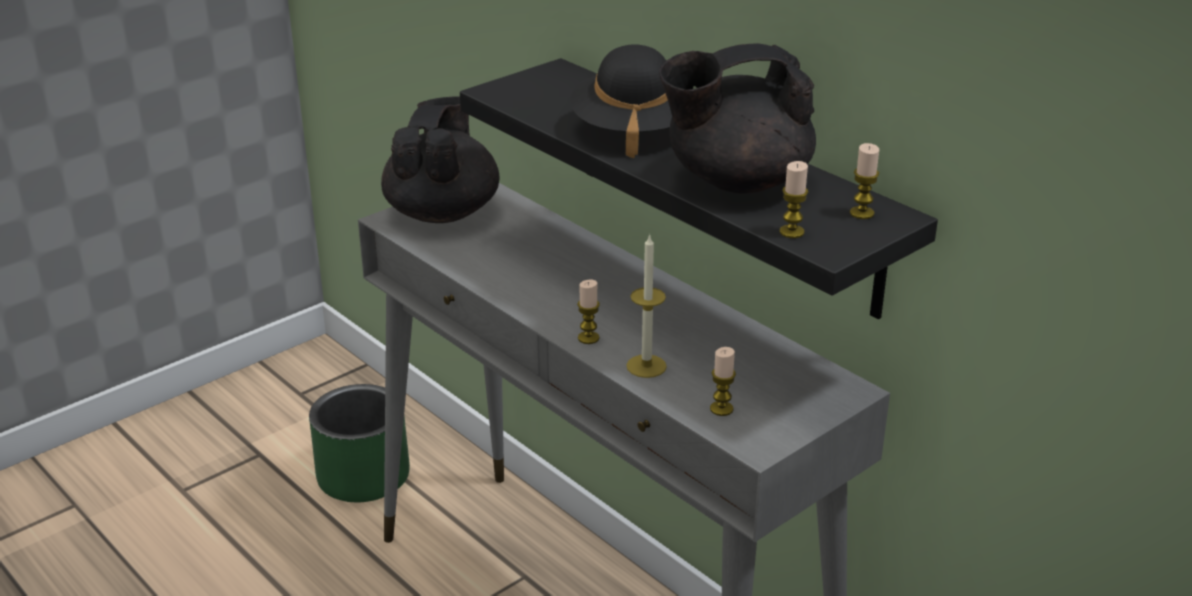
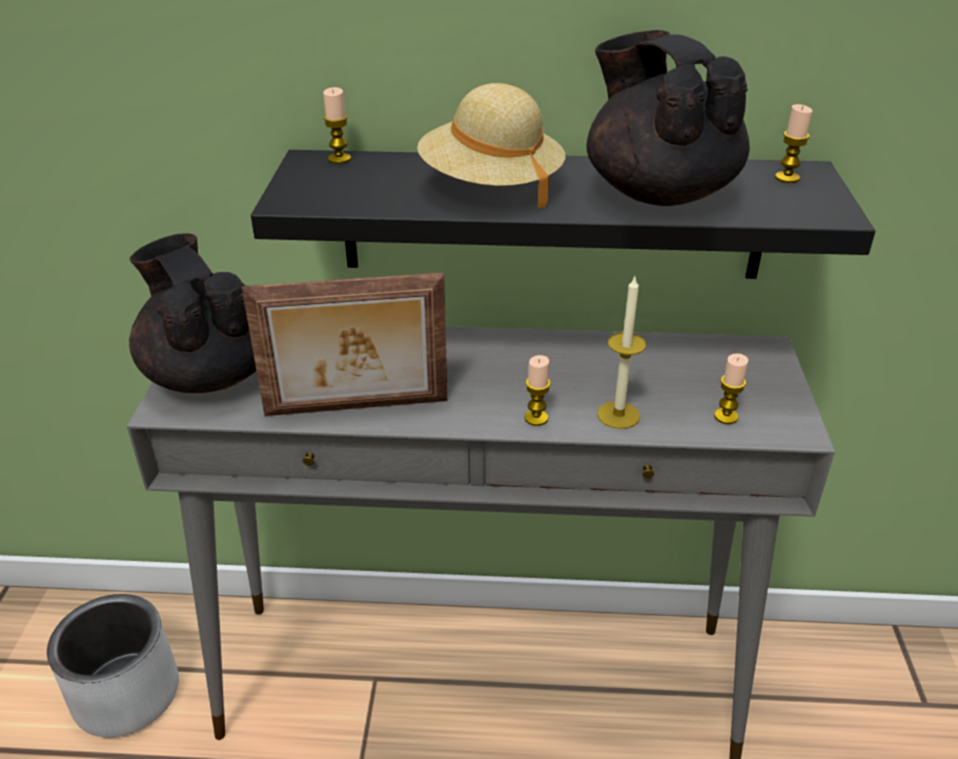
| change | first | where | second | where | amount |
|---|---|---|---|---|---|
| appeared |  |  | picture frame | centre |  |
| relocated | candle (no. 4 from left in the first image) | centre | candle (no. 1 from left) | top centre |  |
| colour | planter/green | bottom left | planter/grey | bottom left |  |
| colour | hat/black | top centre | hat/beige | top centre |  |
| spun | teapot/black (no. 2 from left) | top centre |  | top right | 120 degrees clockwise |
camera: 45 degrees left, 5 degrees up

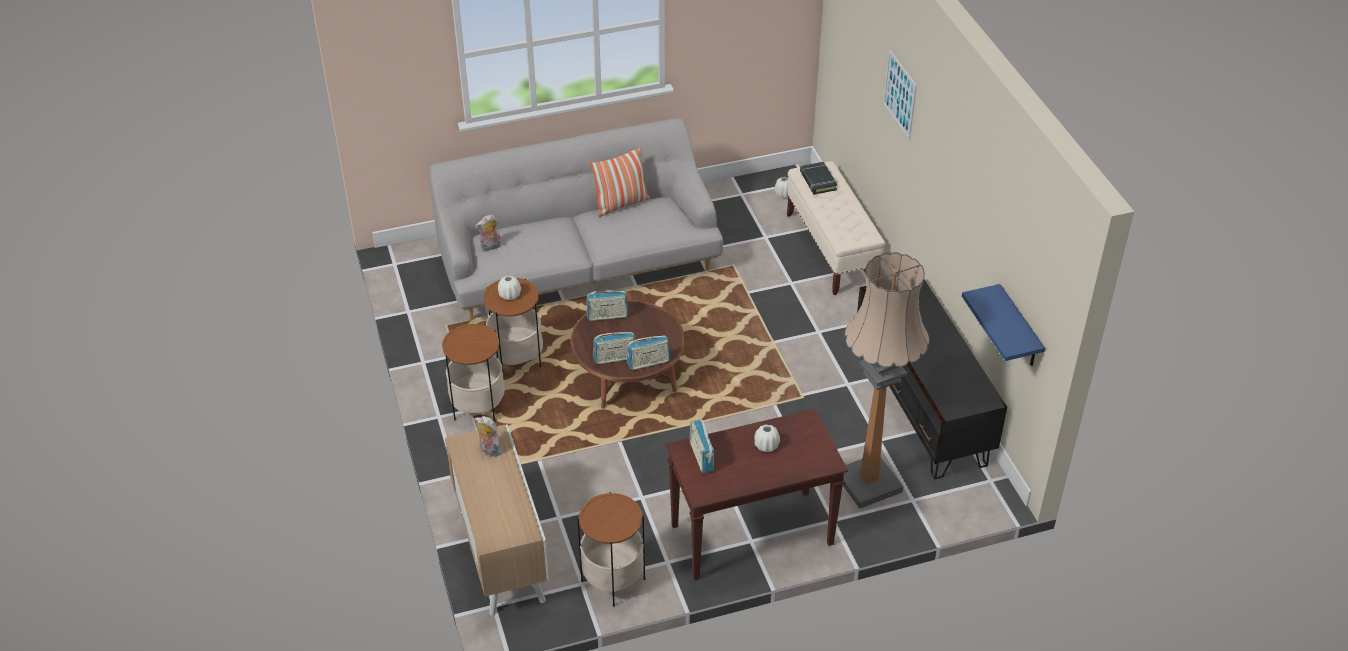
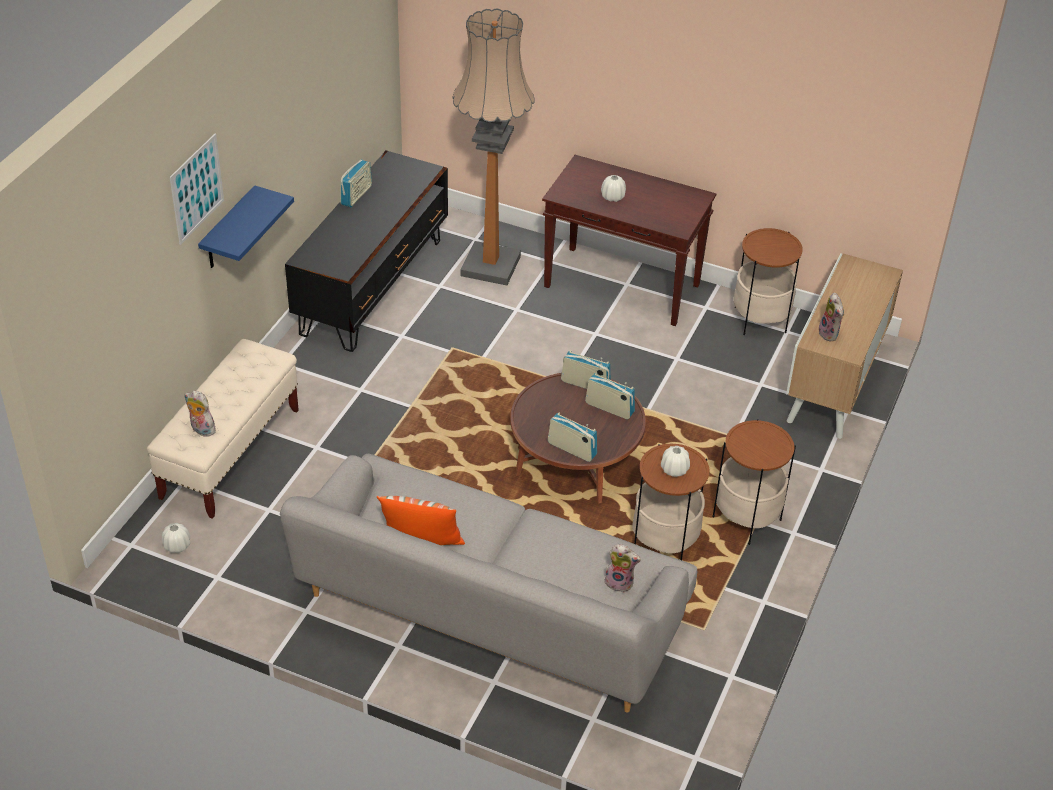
| change | first | where | second | where | amount |
|---|---|---|---|---|---|
| relocated | radio (no. 4 from left in the first image) | bottom centre | radio (no. 1 from left) | top centre |  |
| relocated | shelf/blue | middle right |  | top left |  |
| exchanged | book/black | top centre | plush toy (no. 1 from left) | middle left |  |
camera: 140 degrees left, 0 degrees up

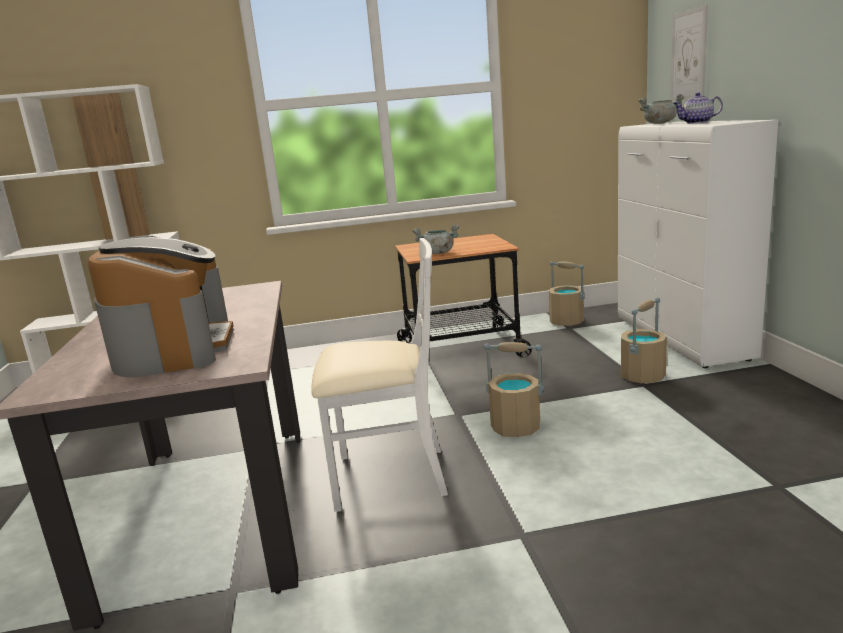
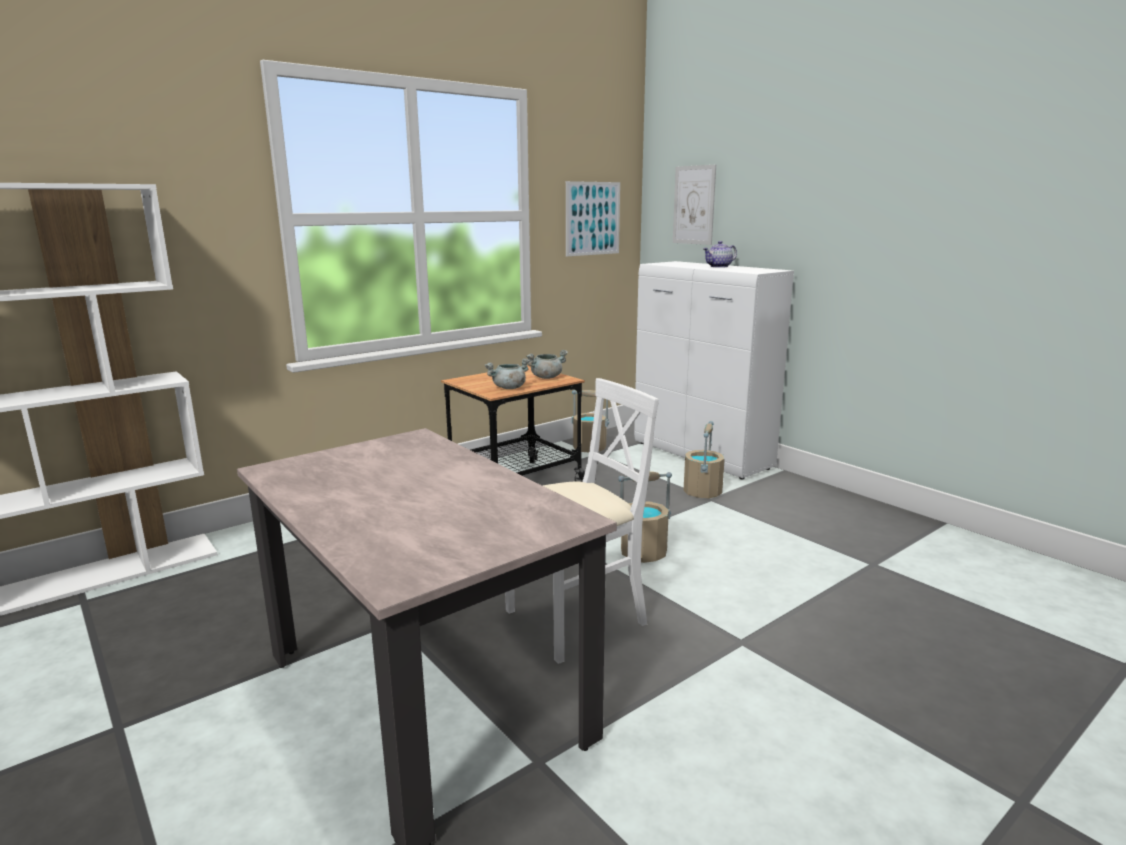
| change | first | where | second | where | amount |
|---|---|---|---|---|---|
| missing | coffee machine | middle left |  |  |  |
| appeared |  |  | picture (no. 1 from left) | top centre |  |
| relocated | cooking pot/grey (no. 2 from left) | top right |  | centre |  |
camera: 30 degrees left, 0 degrees up

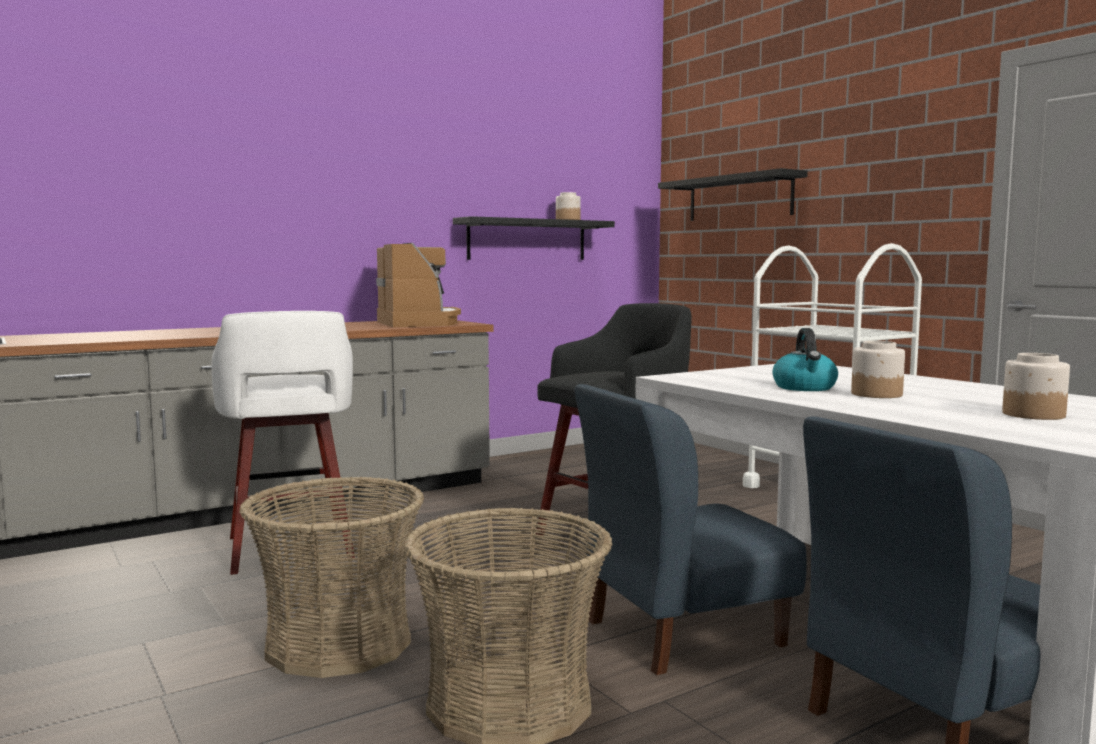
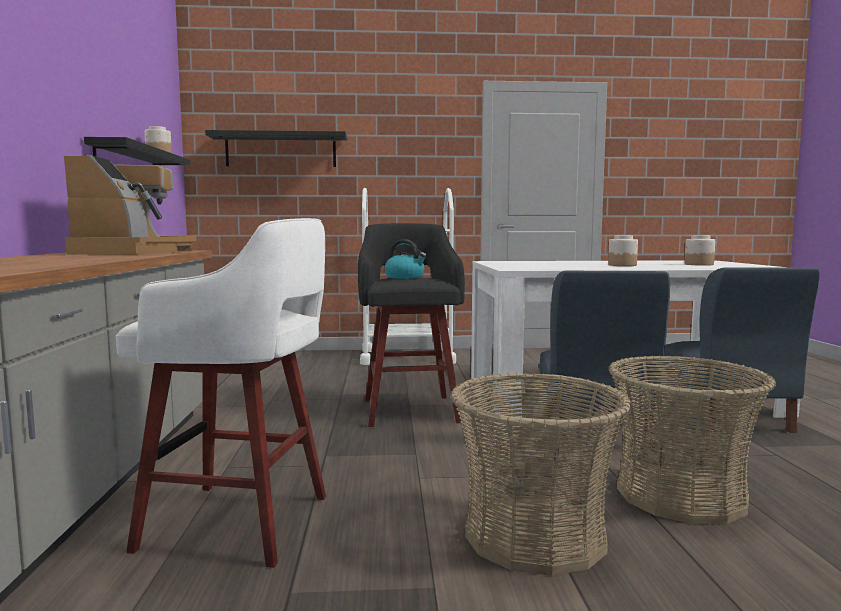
| change | first | where | second | where | amount |
|---|---|---|---|---|---|
| relocated | kettle | middle right |  | centre |  |
| spun | coffee machine | centre |  | middle left | 75 degrees clockwise |
camera: 60 degrees left, 0 degrees up

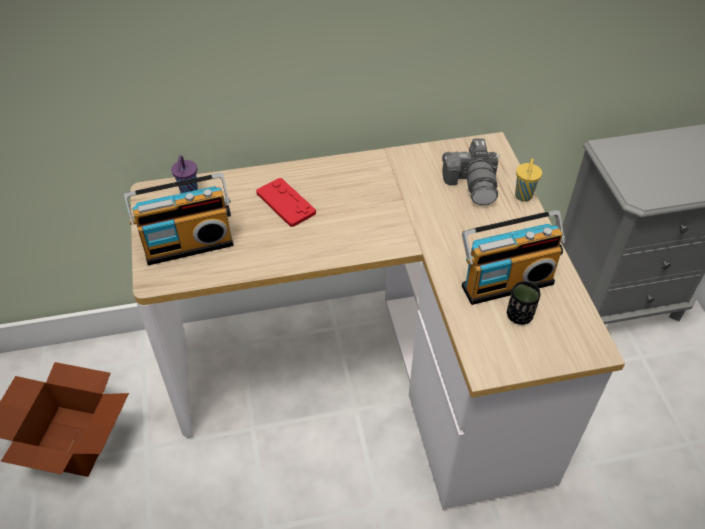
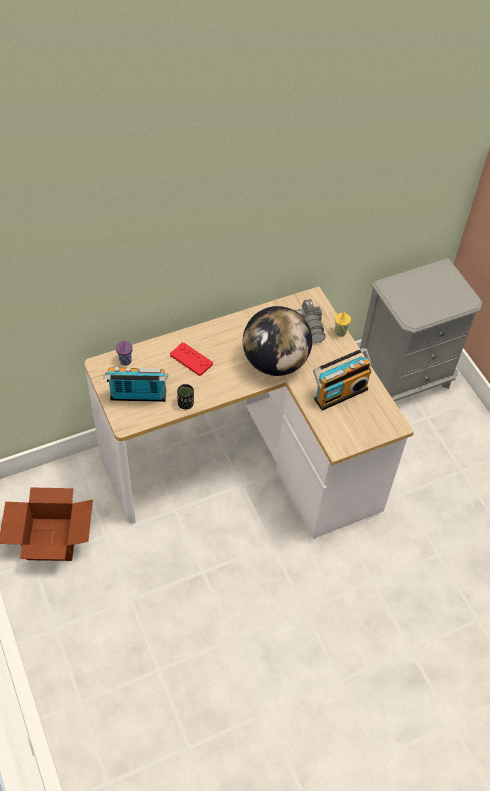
| change | first | where | second | where | amount |
|---|---|---|---|---|---|
| appeared |  |  | globe | centre |  |
| relocated | cup/black | middle right |  | centre |  |
| spun | radio (no. 1 from left) | middle left |  | middle left | 150 degrees counterclockwise |
camera: 15 degrees left, 5 degrees up

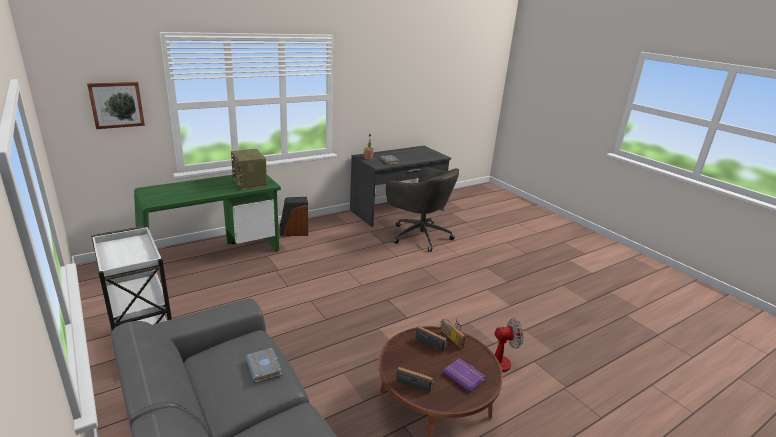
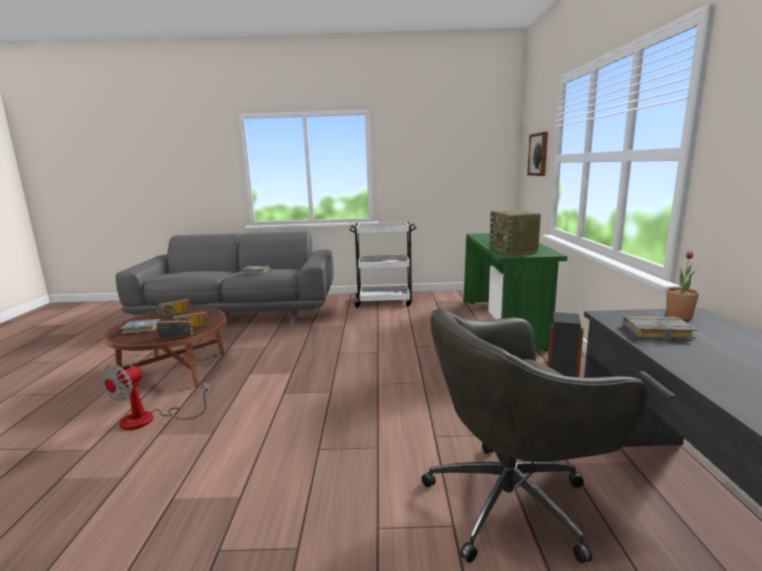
| change | first | where | second | where | amount |
|---|---|---|---|---|---|
| colour | book/purple | bottom centre | book/grey (no. 1 from left) | middle left |  |
| spun | radio (no. 1 from left in the first image) | middle left | radio (no. 4 from left) | middle right | 105 degrees counterclockwise |
camera: 125 degrees right, 10 degrees down

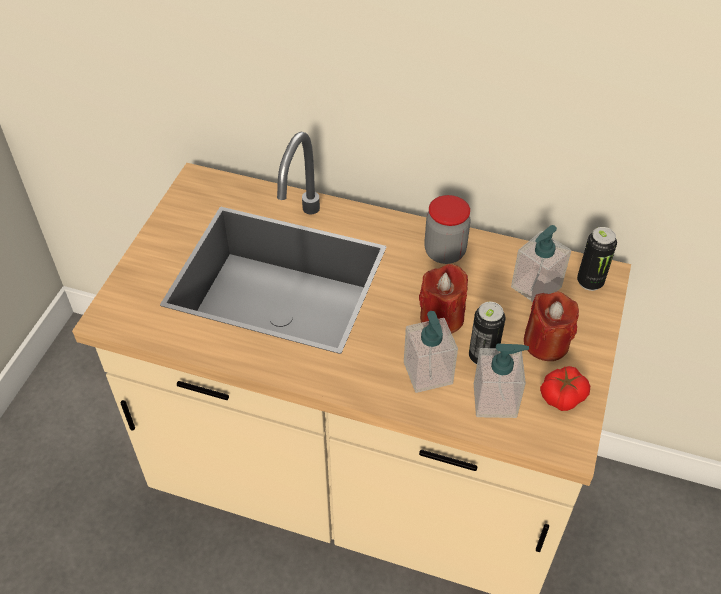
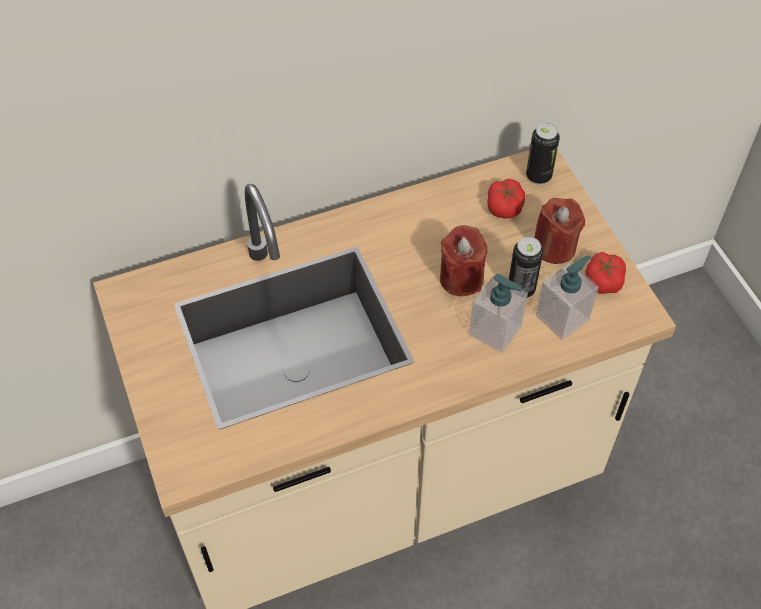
| change | first | where | second | where | amount |
|---|---|---|---|---|---|
| missing | jar | centre |  |  |  |
| exchanged | soap dispenser (no. 3 from left) | middle right | tomato (no. 1 from left) | top centre |  |
camera: 40 degrees left, 5 degrees up

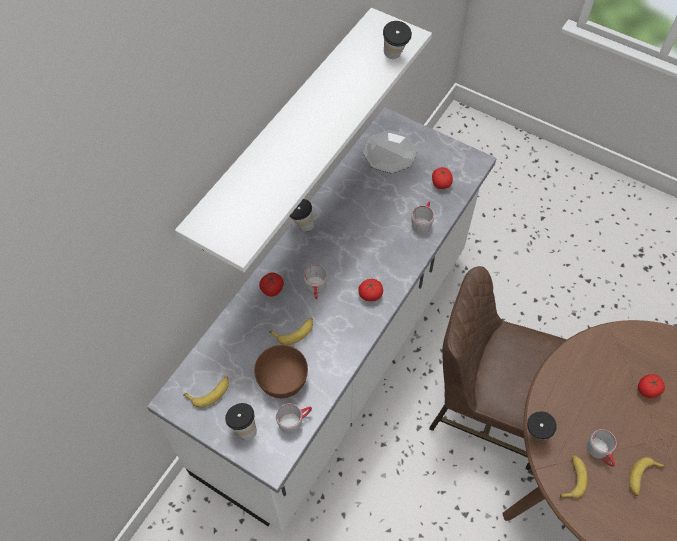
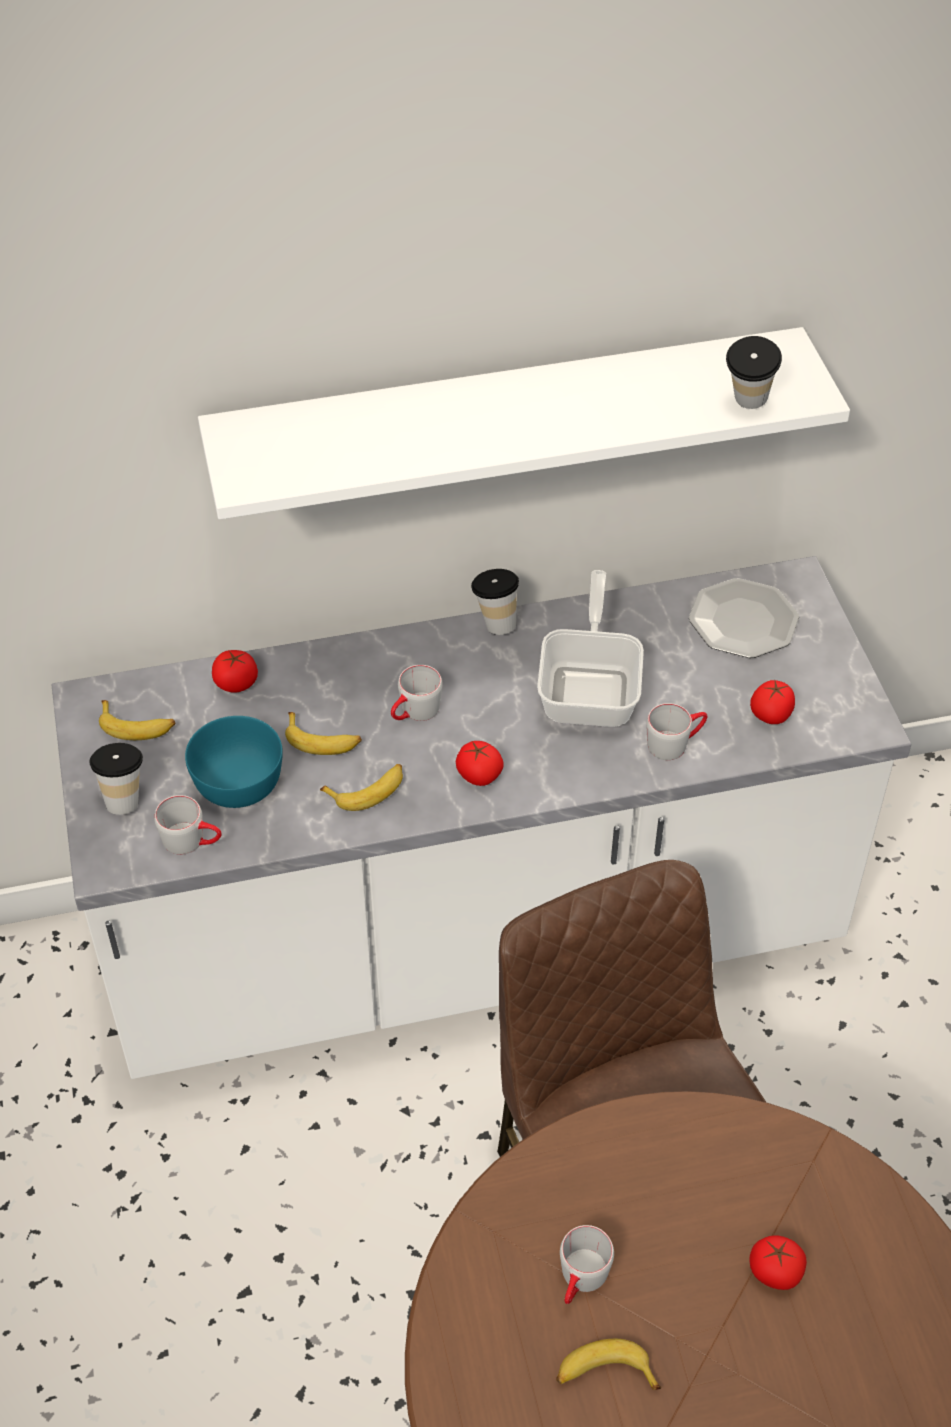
| change | first | where | second | where | amount |
|---|---|---|---|---|---|
| missing | cup (no. 4 from left) | bottom right |  |  |  |
| appeared |  |  | frying pan | centre |  |
| relocated | tomato (no. 1 from left) | centre |  | middle left |  |
| relocated | banana (no. 3 from left) | bottom right |  | centre |  |
| colour | bowl/brown | bottom centre | bowl/turquoise | middle left |  |
camera: 45 degrees right, 10 degrees down

